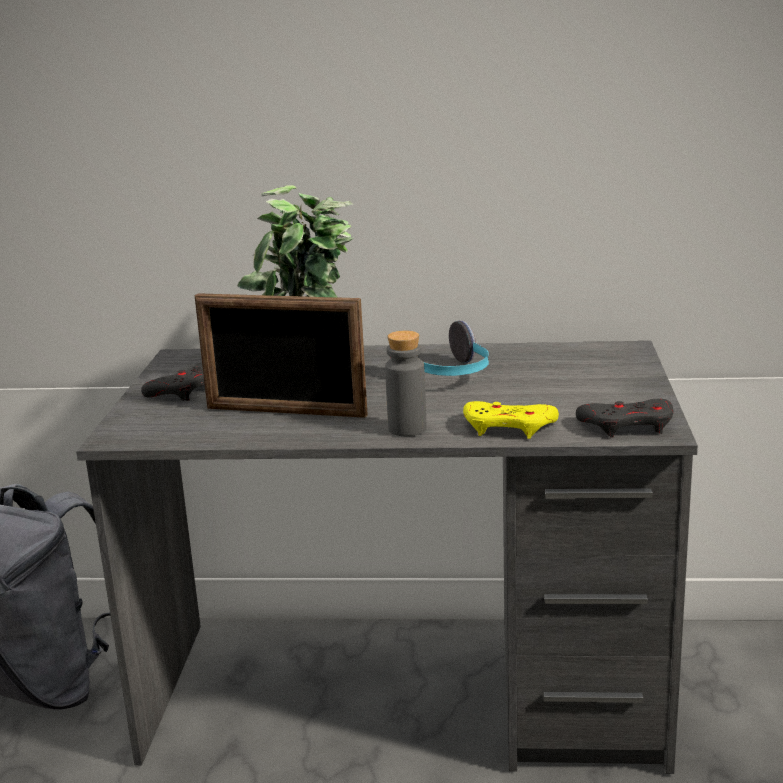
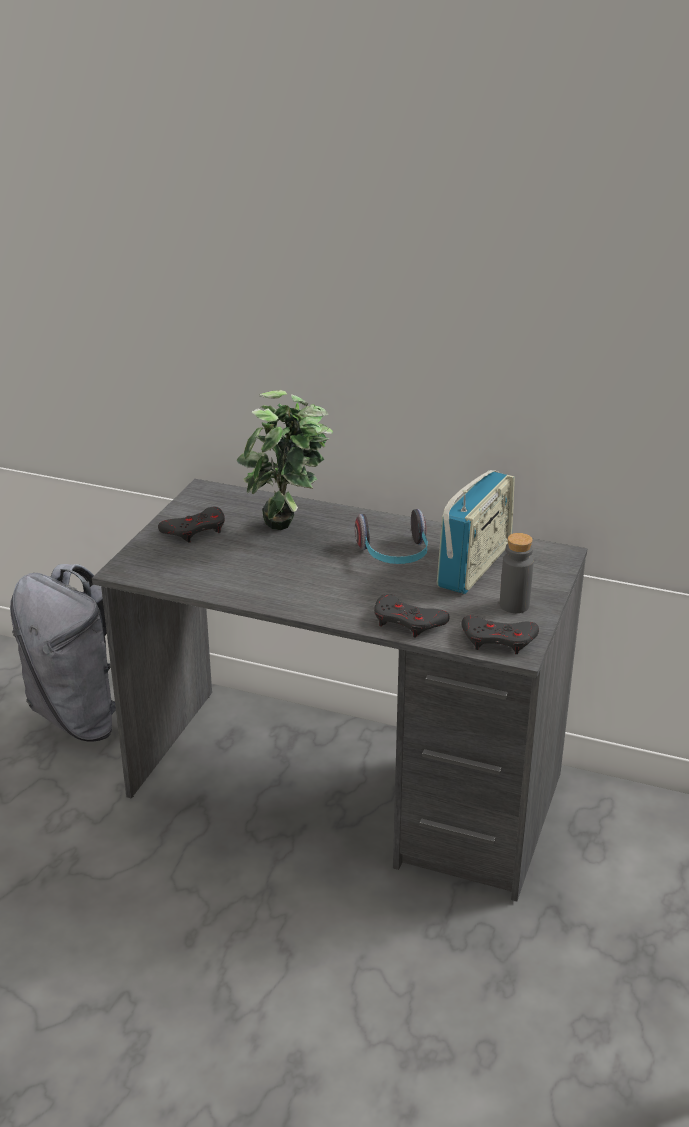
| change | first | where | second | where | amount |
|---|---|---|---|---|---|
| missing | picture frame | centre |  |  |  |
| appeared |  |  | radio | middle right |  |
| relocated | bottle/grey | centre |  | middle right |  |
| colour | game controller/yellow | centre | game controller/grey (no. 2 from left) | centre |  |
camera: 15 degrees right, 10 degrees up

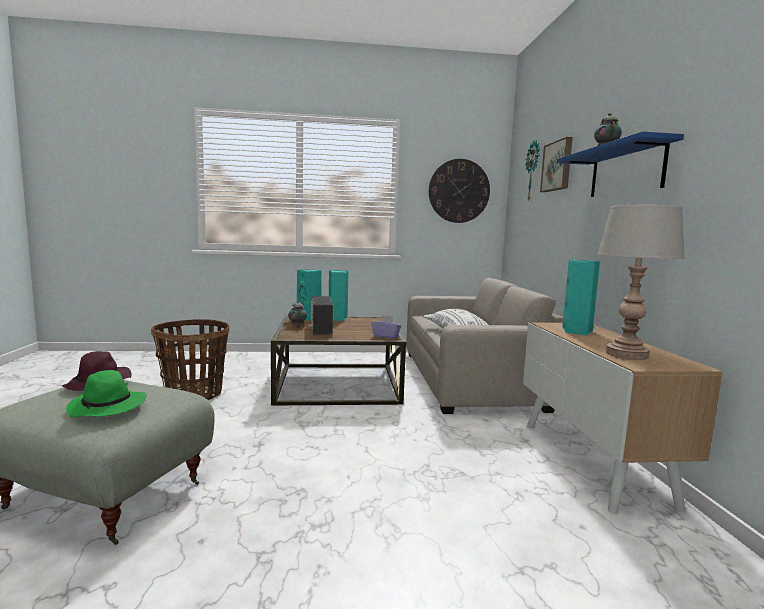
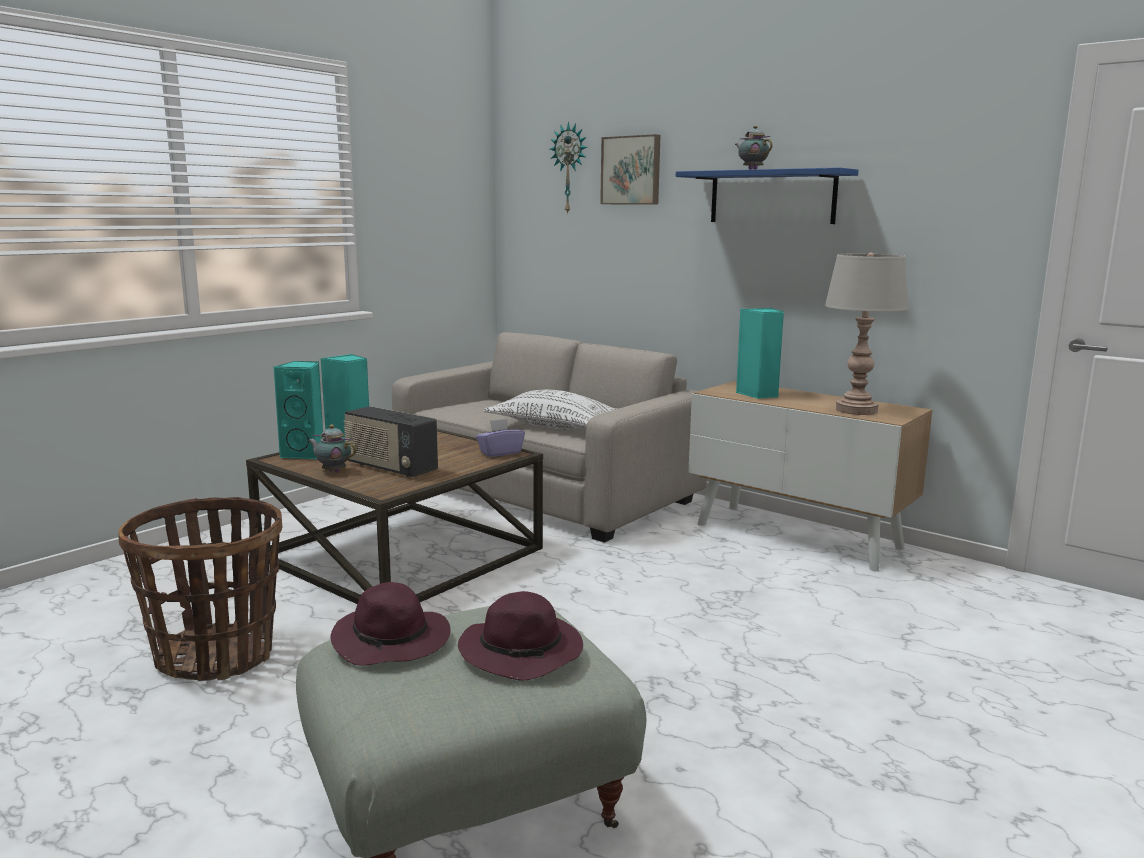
| change | first | where | second | where | amount |
|---|---|---|---|---|---|
| missing | wall clock (no. 1 from left) | top centre |  |  |  |
| colour | hat/green | middle left | hat/purple (no. 2 from left) | bottom centre |  |
camera: 45 degrees left, 5 degrees up

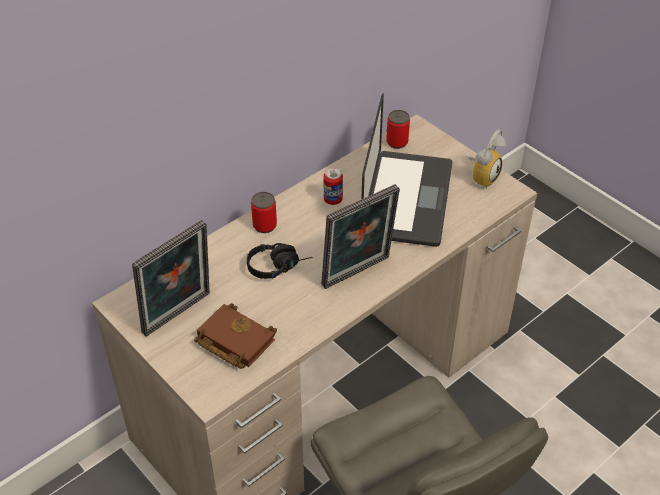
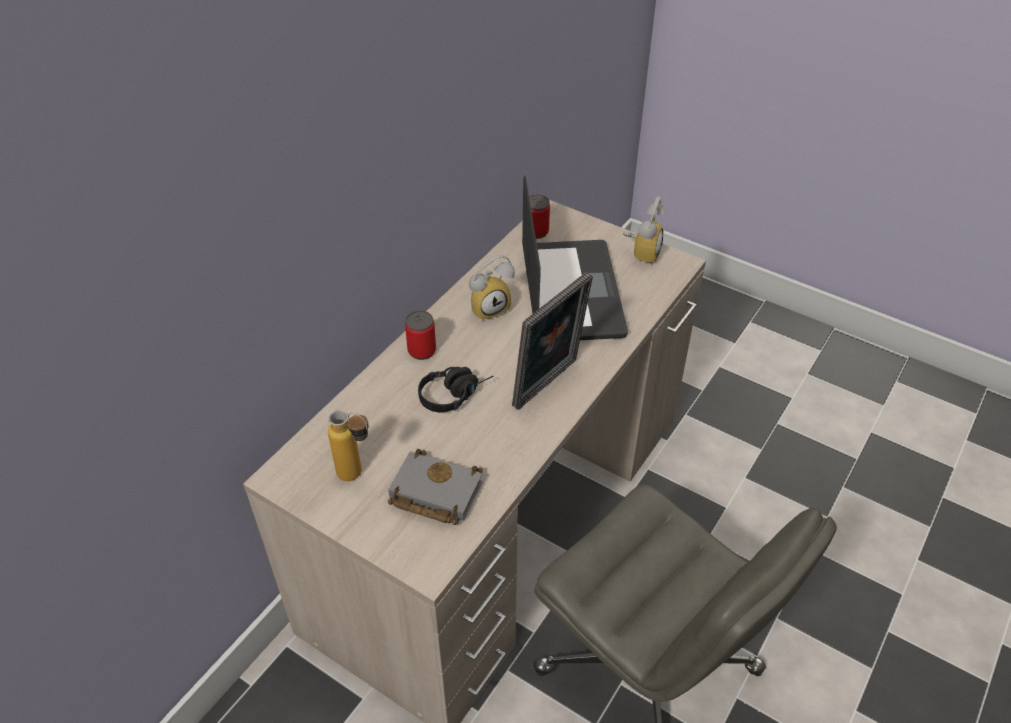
| change | first | where | second | where | amount |
|---|---|---|---|---|---|
| exchanged | picture frame (no. 1 from left) | middle left | bottle | centre |  |
| exchanged | can (no. 2 from left) | centre | alarm clock (no. 1 from left) | centre |  |
| colour | book/brown | bottom centre | book/grey | bottom centre |  |
camera: 15 degrees left, 0 degrees up

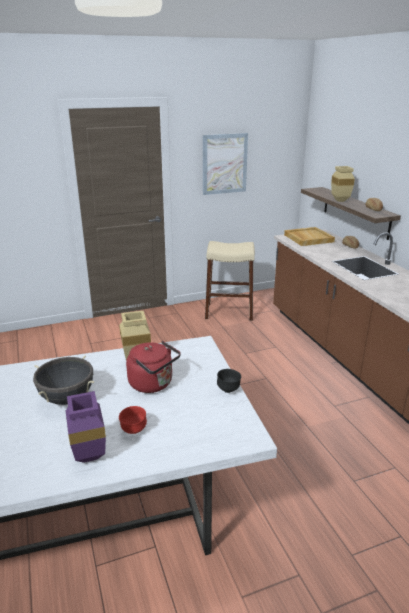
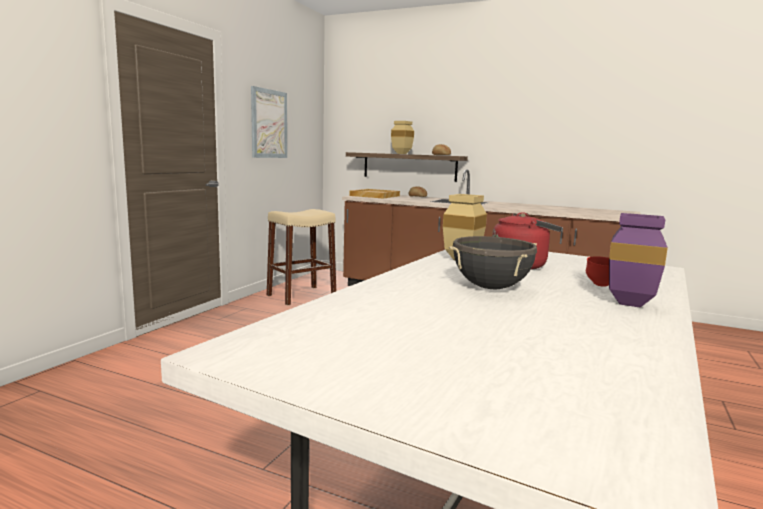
| change | first | where | second | where | amount |
|---|---|---|---|---|---|
| missing | bowl/black | centre |  |  |  |
camera: 45 degrees left, 15 degrees down

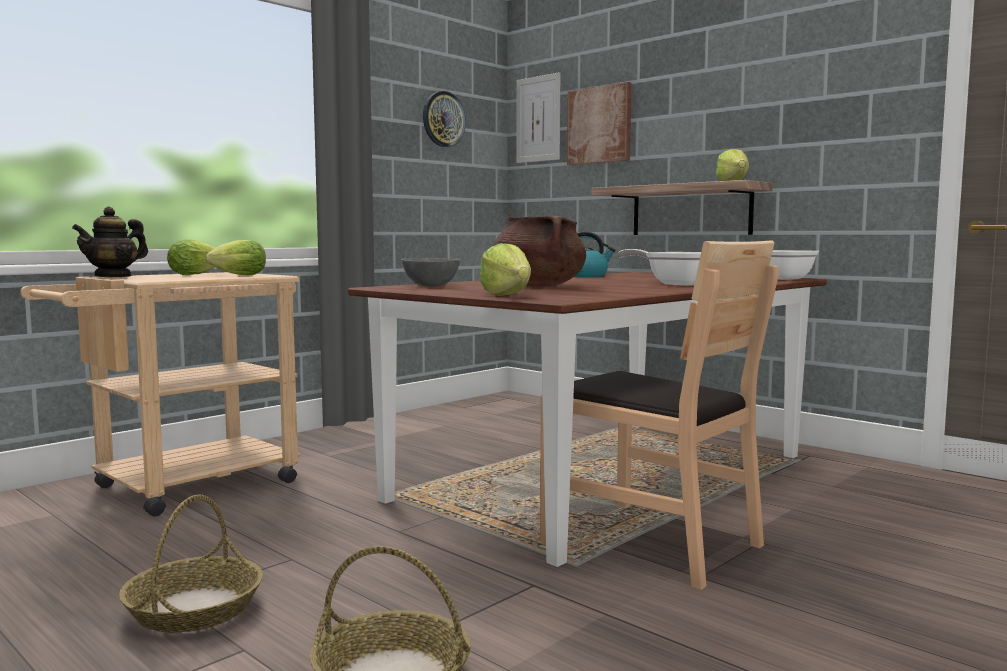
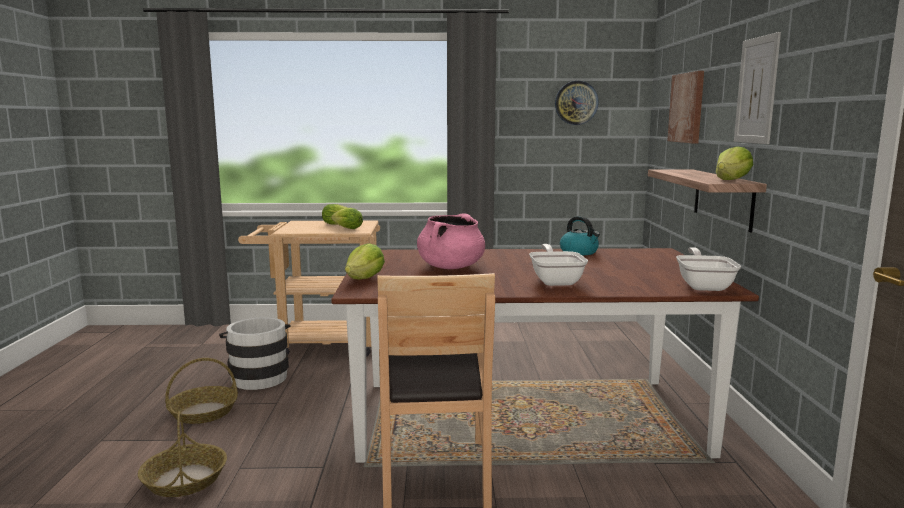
| change | first | where | second | where | amount |
|---|---|---|---|---|---|
| missing | teapot | middle left |  |  |  |
| missing | bowl/grey | centre |  |  |  |
| appeared |  |  | bucket/white | bottom left |  |
| relocated | picture (no. 1 from left in the first image) | top centre | picture (no. 2 from left) | top right |  |
| colour | cooking pot/brown | centre | cooking pot/pink | centre |  |
camera: 45 degrees right, 5 degrees up

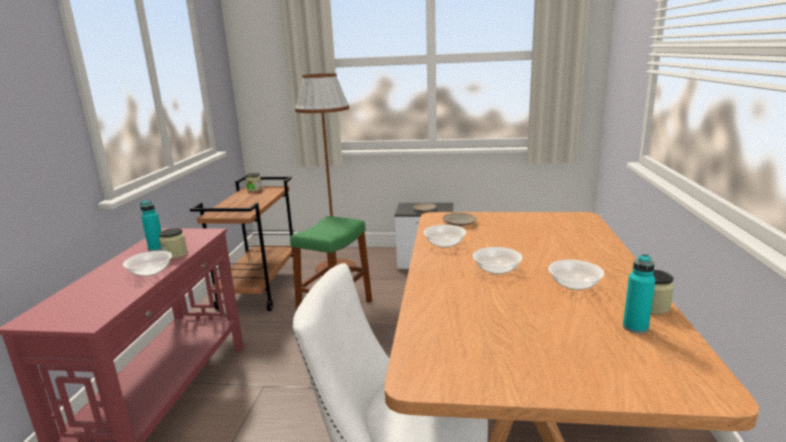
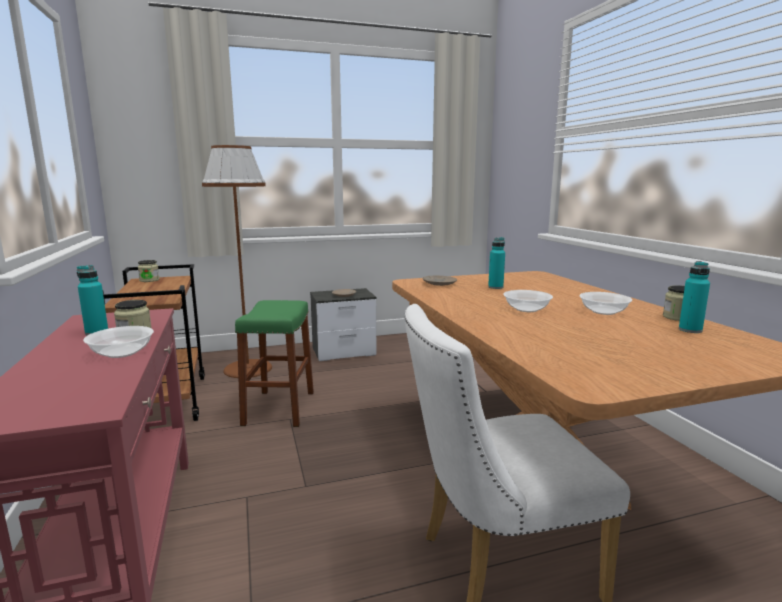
| change | first | where | second | where | amount |
|---|---|---|---|---|---|
| missing | bowl (no. 2 from left) | centre |  |  |  |
| appeared |  |  | bottle/turquoise (no. 2 from left) | centre |  |
camera: 25 degrees left, 5 degrees down

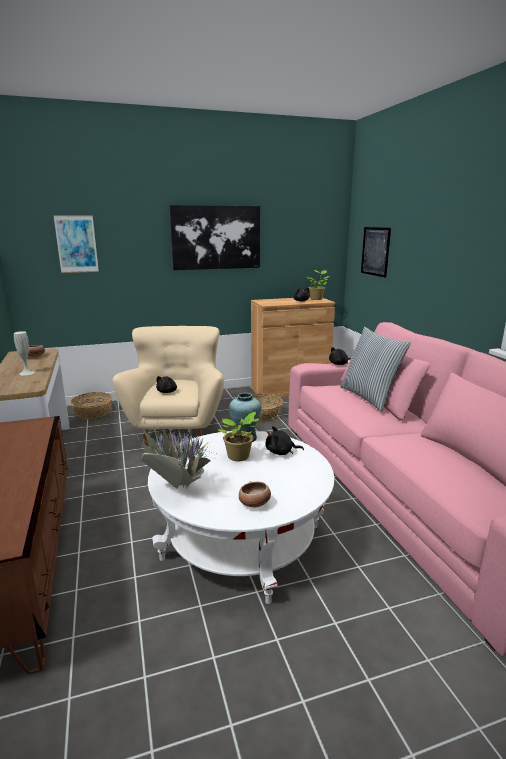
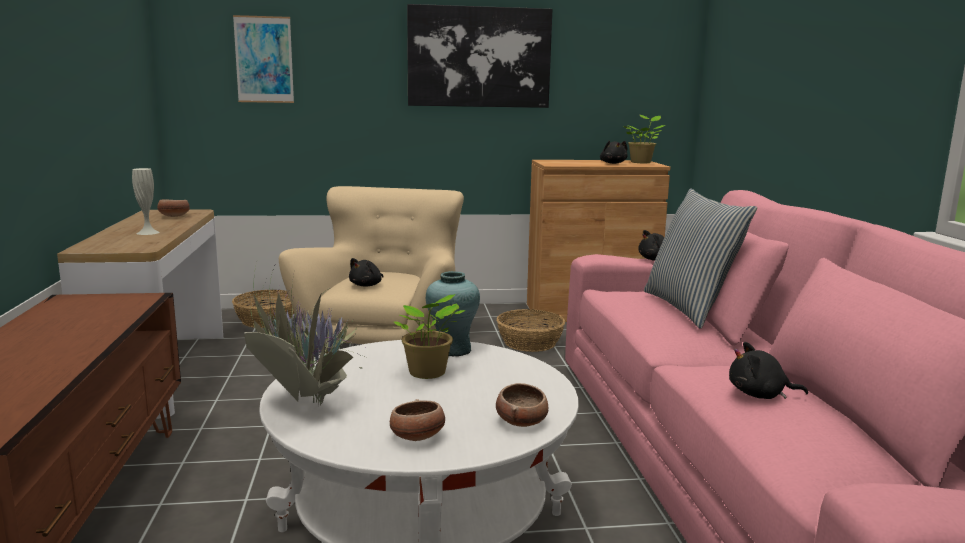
| change | first | where | second | where | amount |
|---|---|---|---|---|---|
| missing | picture (no. 3 from left) | top right |  |  |  |
| appeared |  |  | bowl (no. 3 from left) | bottom centre |  |
| relocated | plush toy/black (no. 2 from left in the first image) | centre | plush toy/black (no. 4 from left) | bottom right |  |
camera: 10 degrees right, 5 degrees down

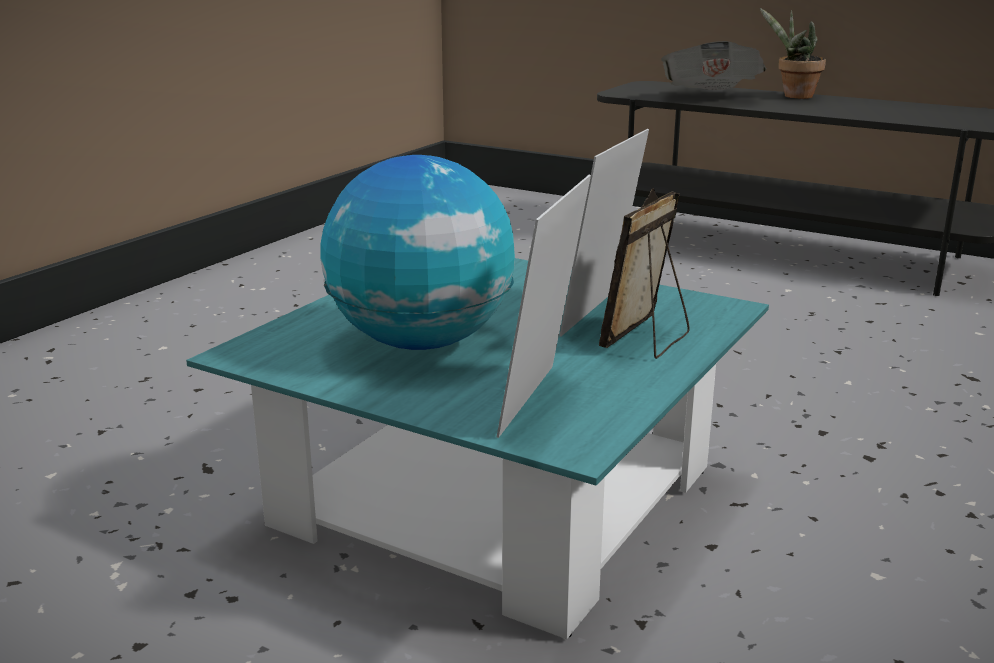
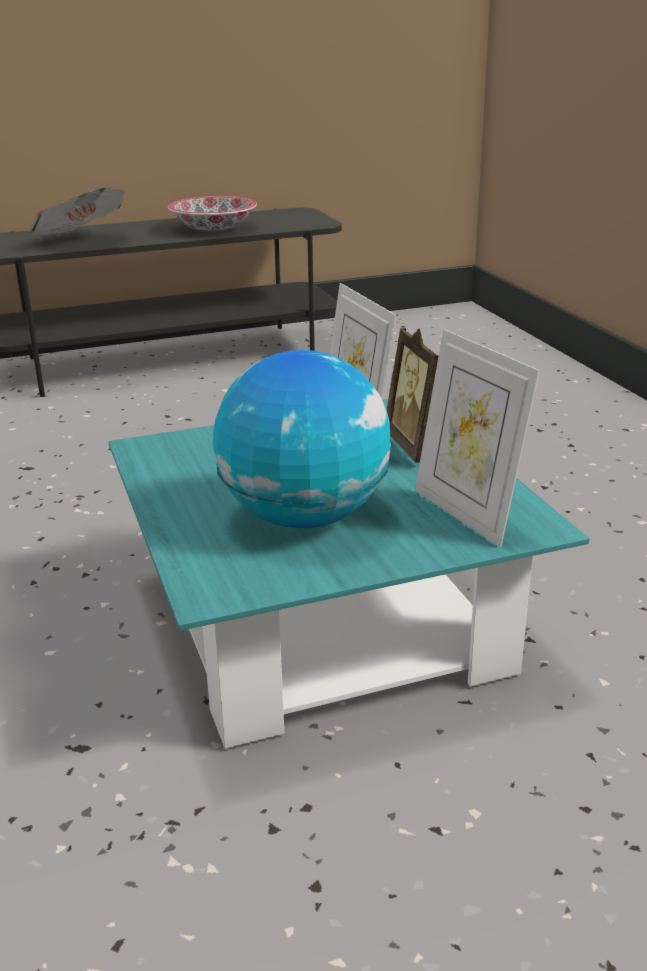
| change | first | where | second | where | amount |
|---|---|---|---|---|---|
| missing | potted plant | top right |  |  |  |
| appeared |  |  | bowl | top left |  |
camera: 50 degrees left, 5 degrees up

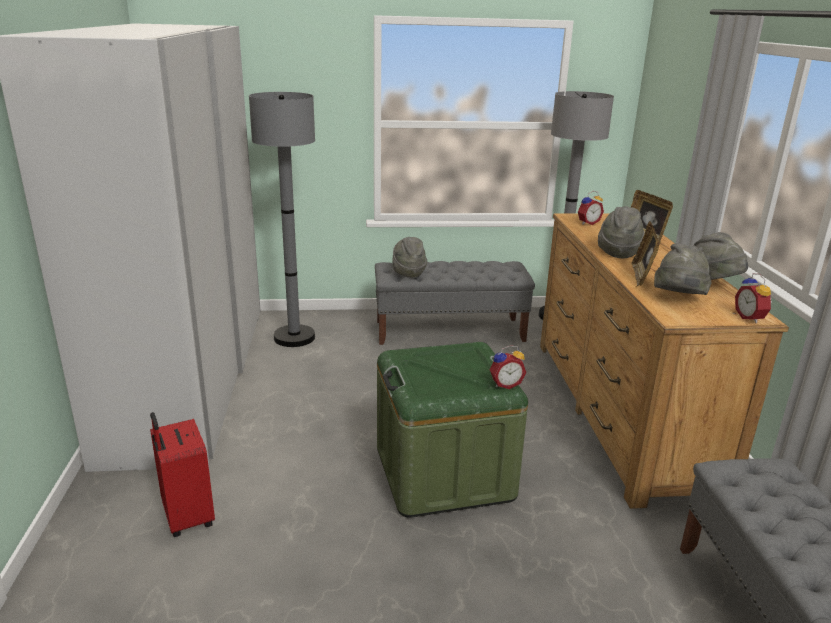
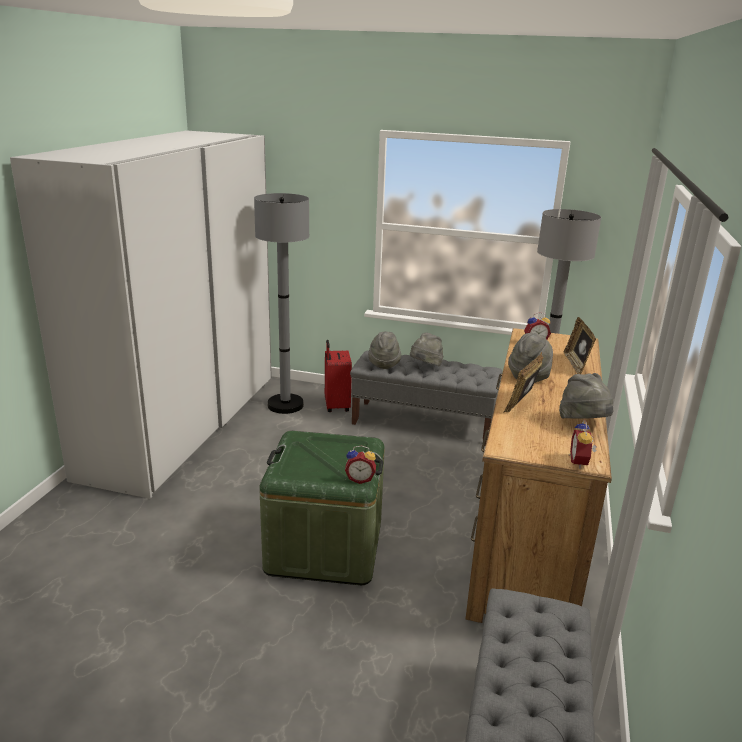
| change | first | where | second | where | amount |
|---|---|---|---|---|---|
| relocated | suitcase/red | bottom left |  | centre |  |
| relocated | hat/grey (no. 3 from left in the first image) | middle right | hat/grey (no. 2 from left) | centre |  |
camera: 20 degrees right, 0 degrees up

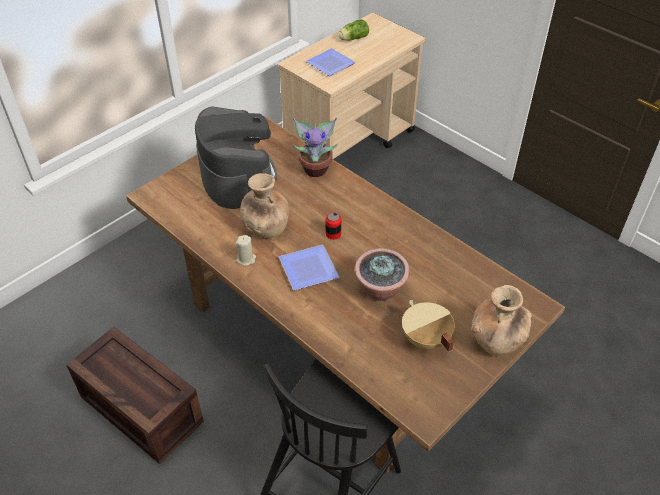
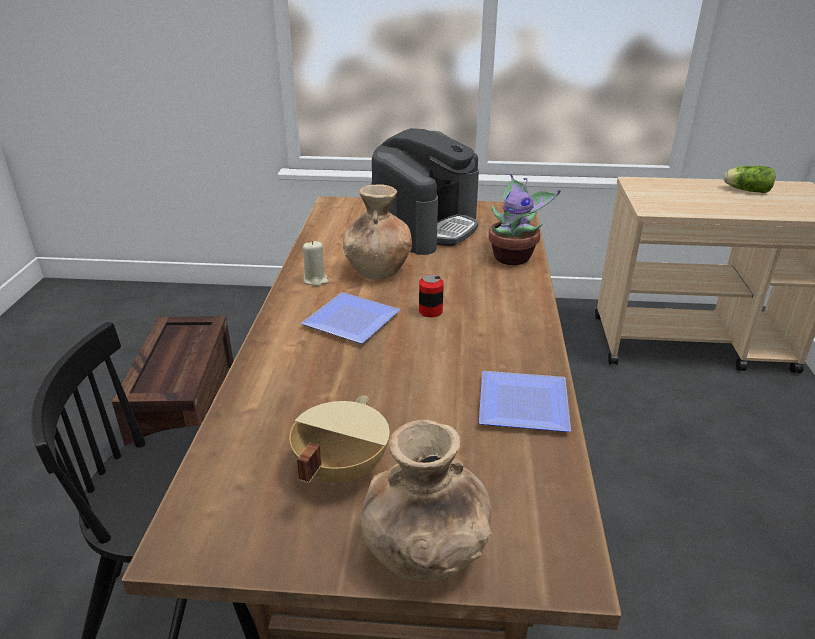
| change | first | where | second | where | amount |
|---|---|---|---|---|---|
| missing | potted plant (no. 2 from left) | centre |  |  |  |
| relocated | plate (no. 2 from left) | top centre |  | centre |  |
camera: 50 degrees right, 15 degrees down

